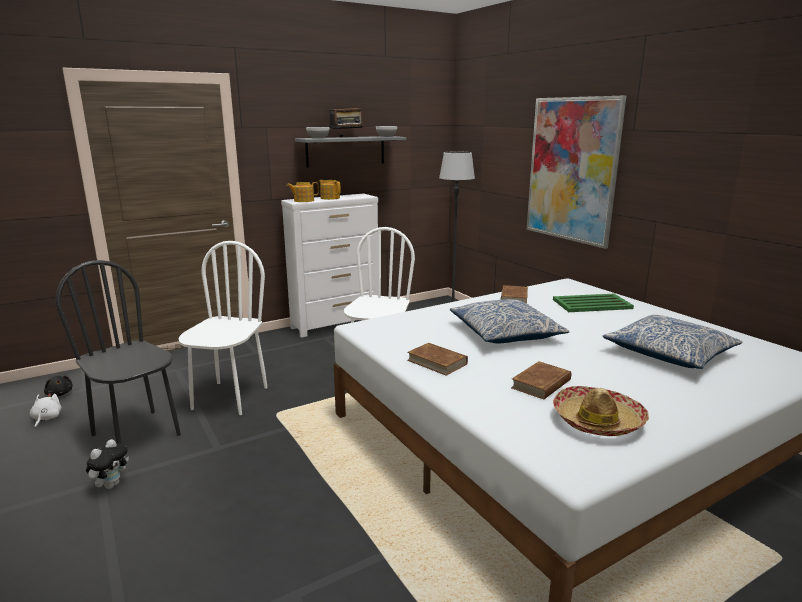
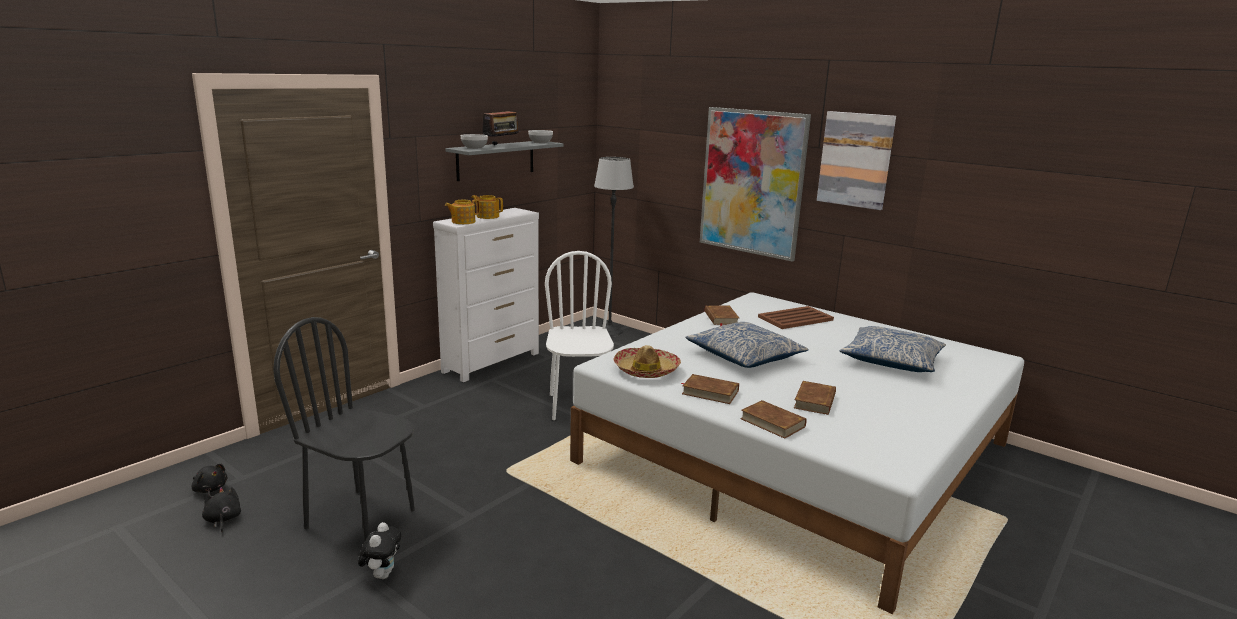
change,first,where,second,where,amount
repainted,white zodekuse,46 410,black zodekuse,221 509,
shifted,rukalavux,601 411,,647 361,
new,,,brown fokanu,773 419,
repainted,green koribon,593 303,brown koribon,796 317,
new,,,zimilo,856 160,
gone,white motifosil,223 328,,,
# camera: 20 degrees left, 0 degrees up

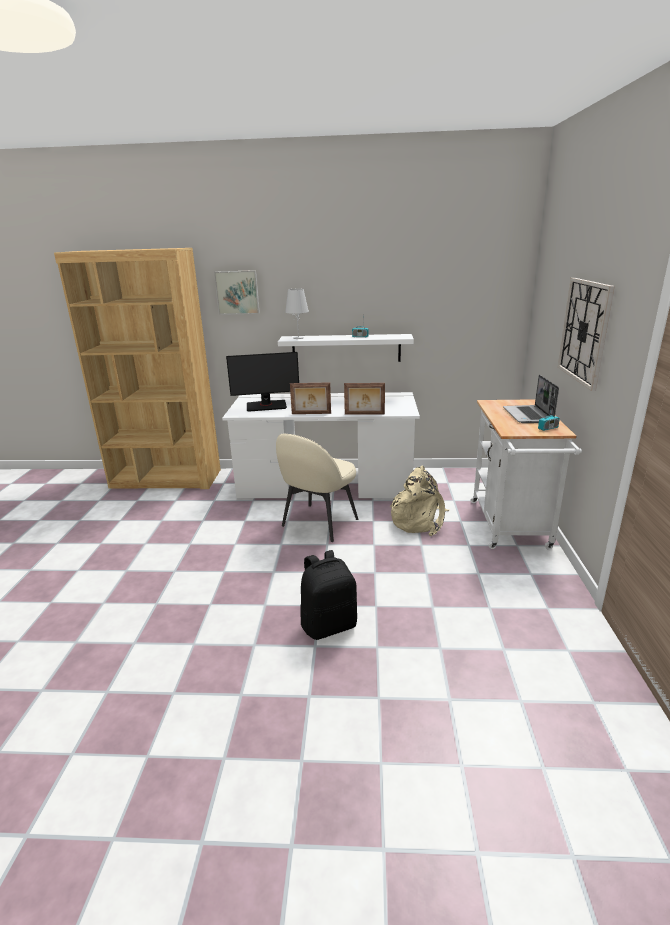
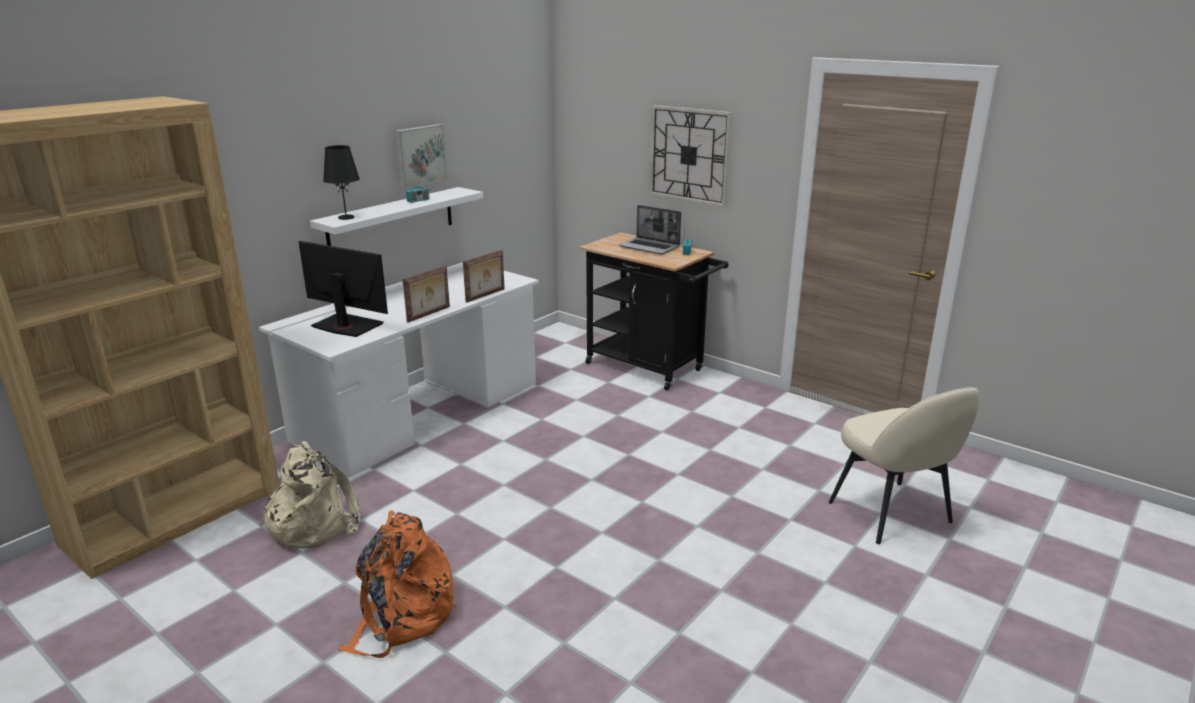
change,first,where,second,where,amount
shifted,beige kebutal,419 501,,309 495,
rotated,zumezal,262 382,,343 289,90 degrees counterclockwise
repainted,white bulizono,297 314,black bulizono,341 182,
new,,,orange kebutal,397 584,
shifted,zimilo,237 292,,421 156,
repainted,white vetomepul,526 474,black vetomepul,654 311,
shifted,beige motifosil,317 488,,904 465,
gone,black kebutal,328 595,,,
# camera: 55 degrees left, 0 degrees up

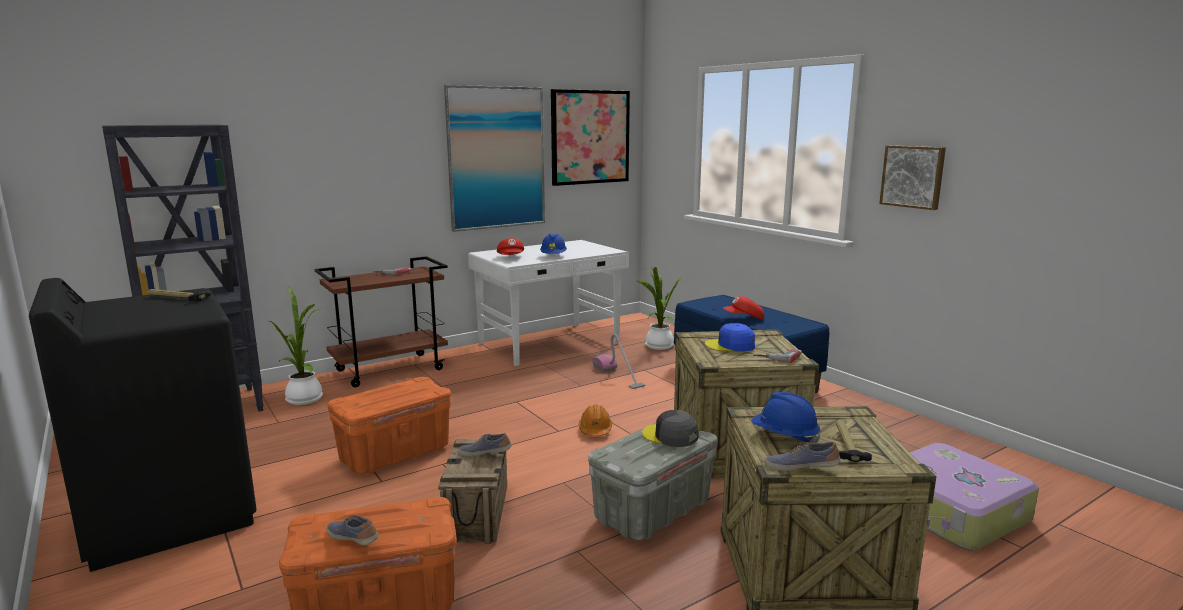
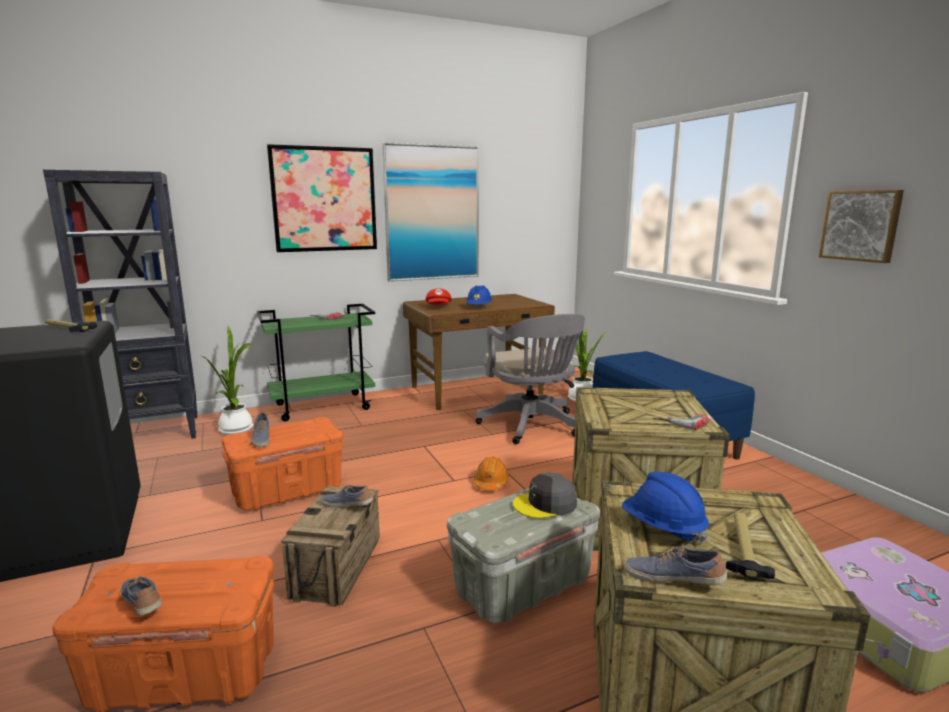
change,first,where,second,where,amount
new,,,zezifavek,260 429,
repainted,brown vetomepul,381 322,green vetomepul,316 363,
shifted,zimilo,590 137,,322 198,
repainted,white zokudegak,548 303,brown zokudegak,479 352,
swapped,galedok,618 361,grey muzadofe,530 379,
rotated,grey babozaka,670 428,,545 495,60 degrees counterclockwise
gone,blue babozaka,730 337,,,
gone,red babozaka,743 307,,,
# camera: 10 degrees right, 0 degrees up

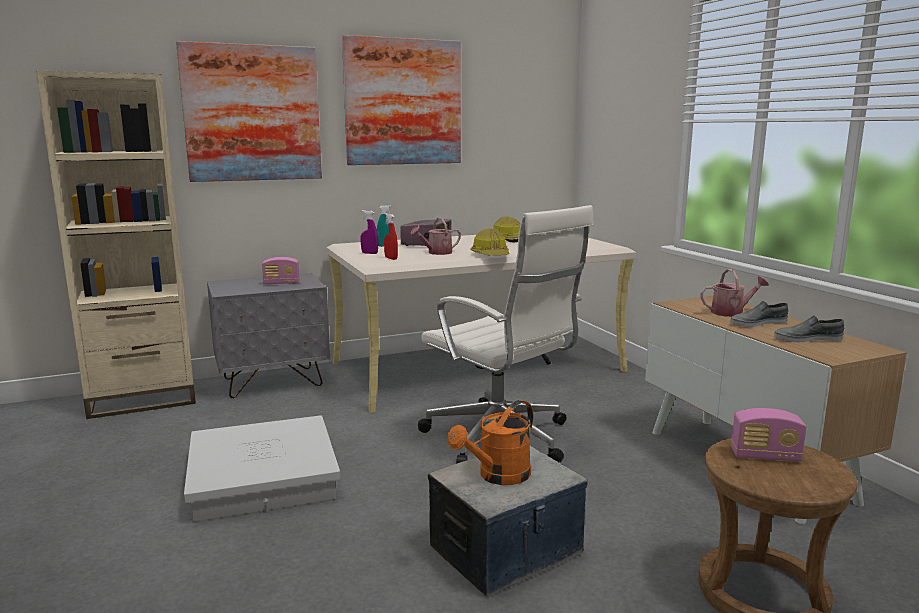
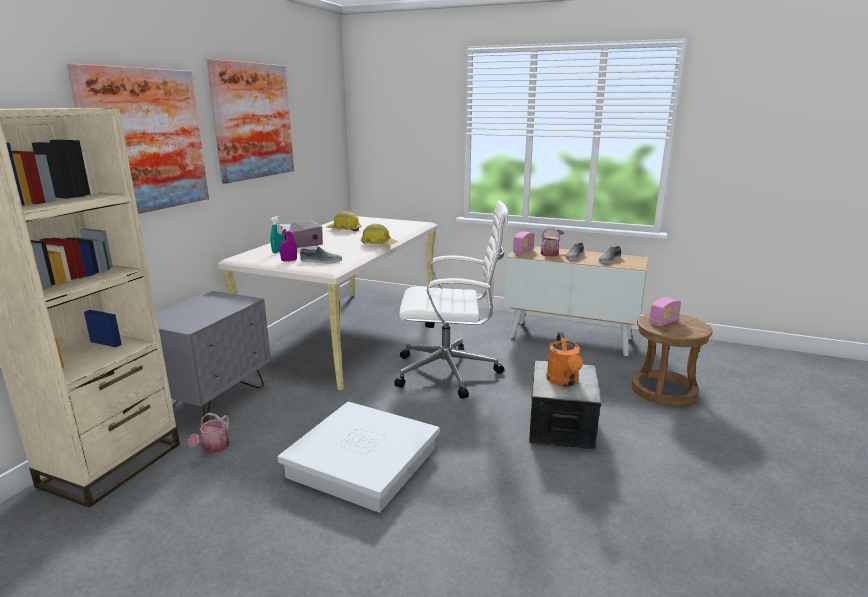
change,first,where,second,where,amount
shifted,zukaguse,435 236,,209 433,
swapped,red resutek,391 236,grey zezifavek,321 255,
shifted,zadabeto,280 271,,524 242,
# camera: 45 degrees left, 5 degrees up

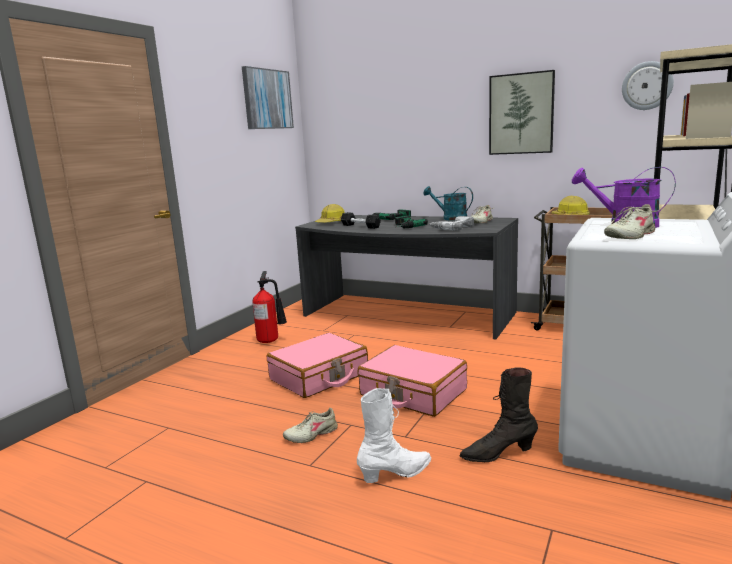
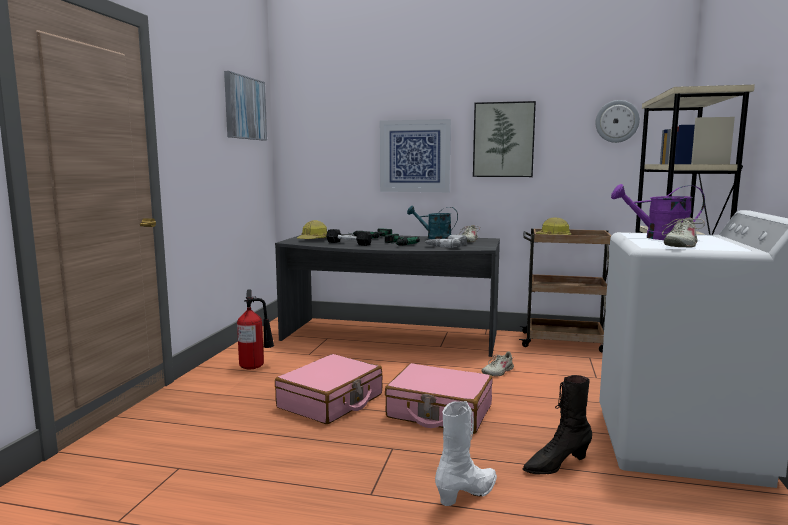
change,first,where,second,where,amount
new,,,zimilo,415 155,
shifted,beige zezifavek,310 425,,497 364,
# camera: 15 degrees left, 5 degrees down

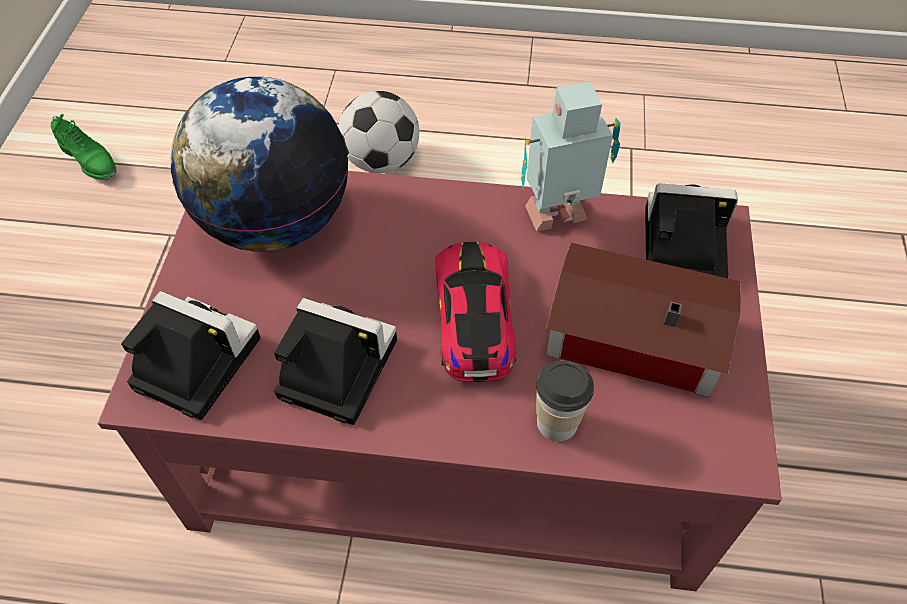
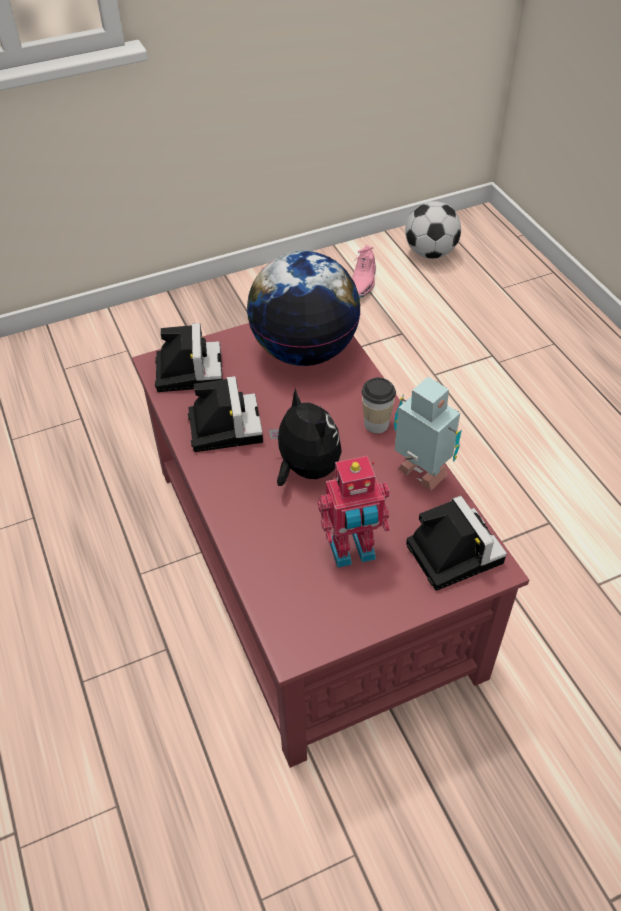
change,first,where,second,where,amount
swapped,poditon,476 311,zodekuse,305 437,
swapped,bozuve,643 320,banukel,354 512,
repainted,green zezifavek,84 147,pink zezifavek,364 271,
shifted,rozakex,565 401,,379 405,
shifted,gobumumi,378 132,,433 230,
# camera: 60 degrees right, 5 degrees down

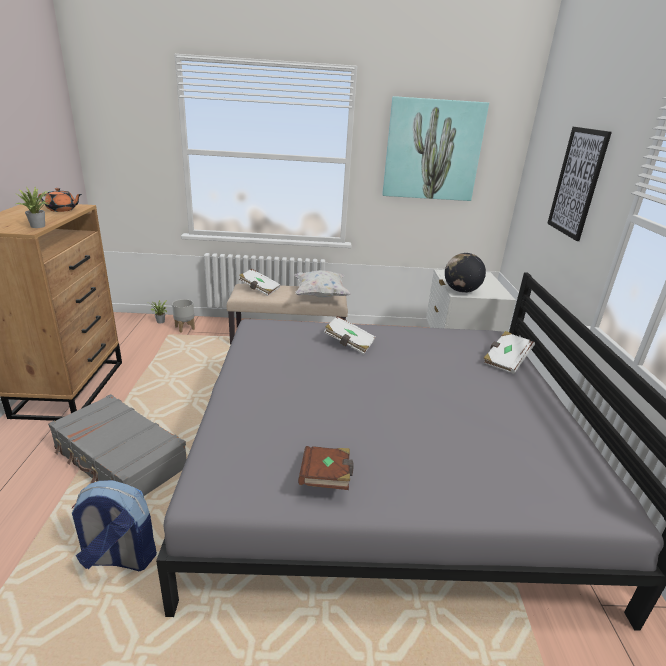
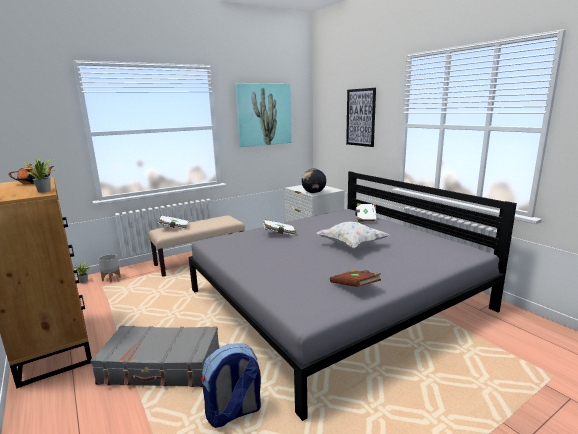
change,first,where,second,where,amount
shifted,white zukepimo,323 283,,353 235,
# camera: 30 degrees left, 10 degrees down

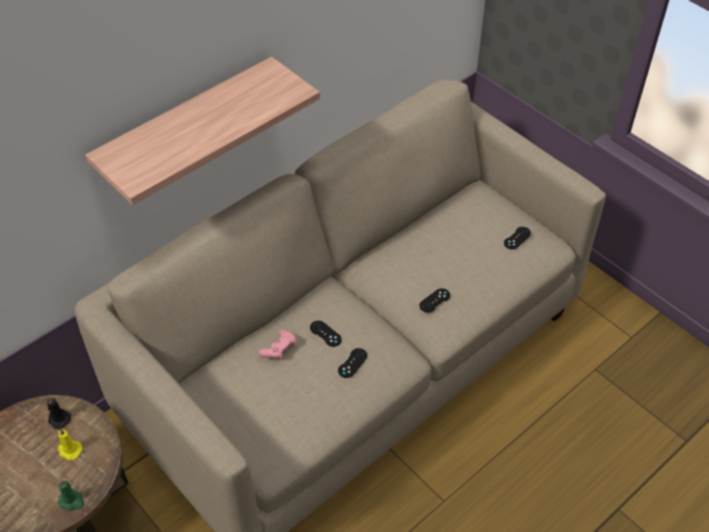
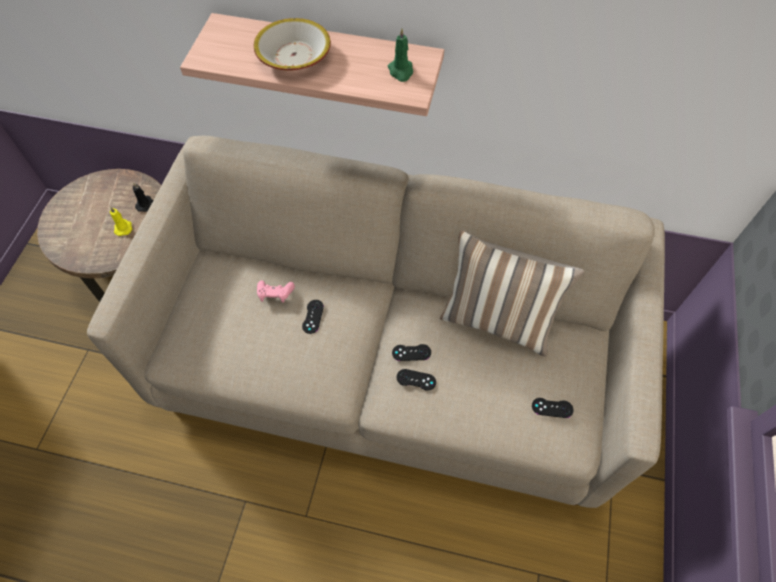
change,first,where,second,where,amount
new,,,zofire,292 44,
shifted,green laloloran,71 495,,400 55,
shifted,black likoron,352 363,,411 352,
new,,,zukepimo,512 293,
# camera: 55 degrees right, 10 degrees up

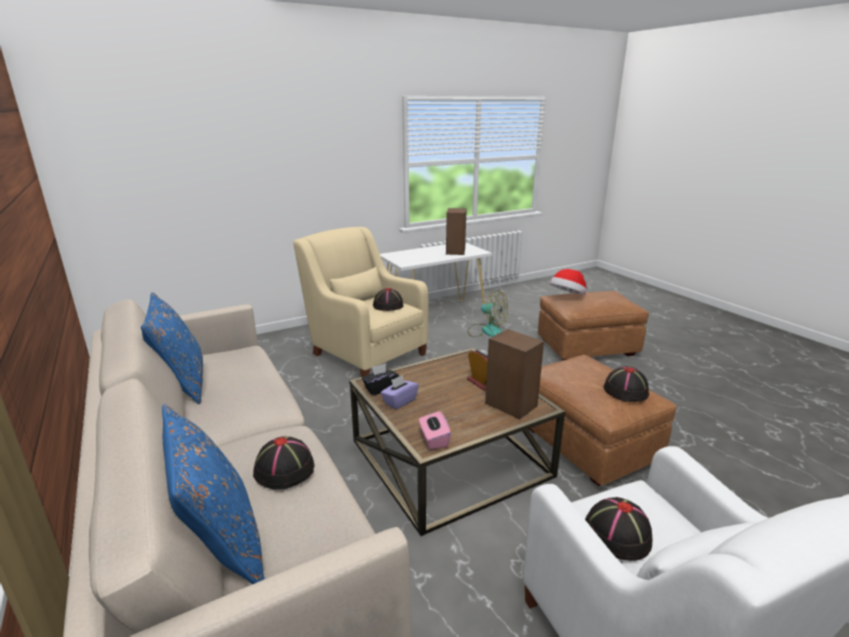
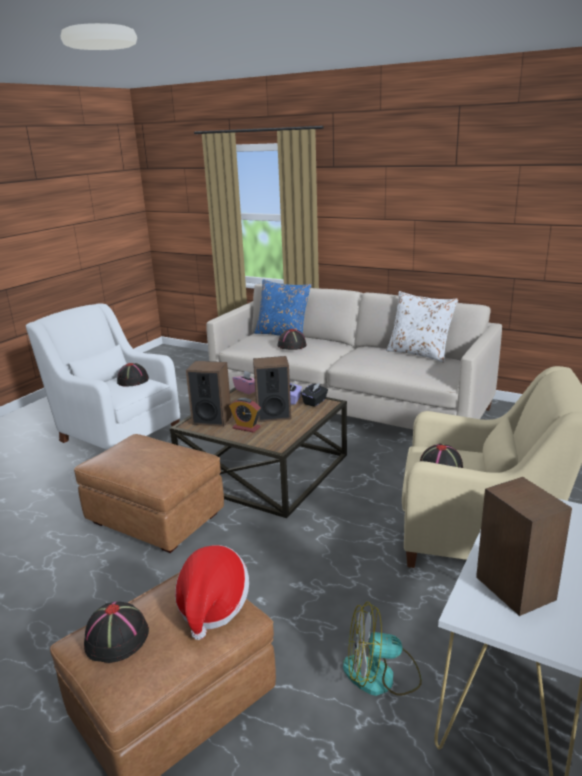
change,first,where,second,where,amount
shifted,black rukalavux,626 384,,116 632,
new,,,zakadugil,272 389,
repainted,blue zukepimo,172 348,white zukepimo,422 327,
# camera: 150 degrees right, 0 degrees up

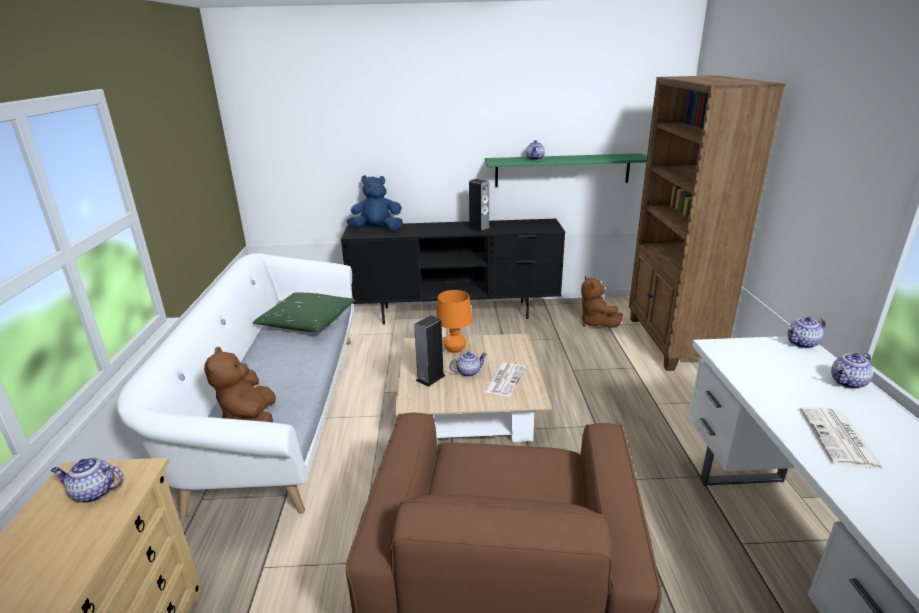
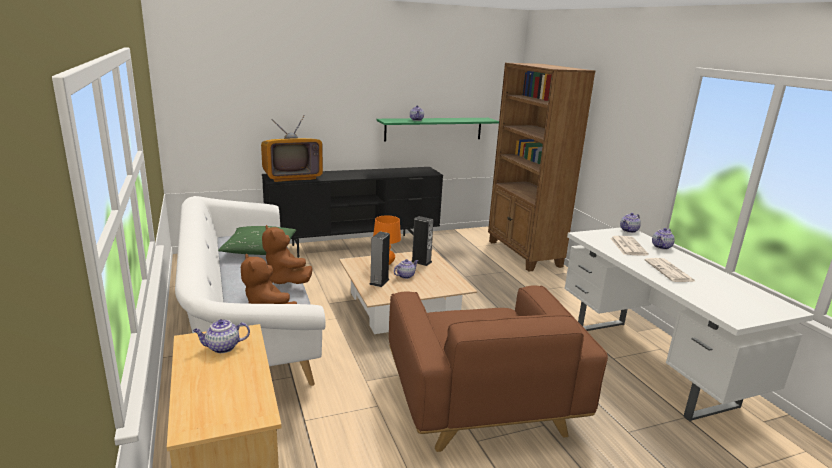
change,first,where,second,where,amount
swapped,blue zodekuse,375 202,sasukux,292 148,
shifted,brown zodekuse,602 301,,287 254,
shifted,zakadugil,479 206,,422 241,
shifted,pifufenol,505 380,,629 246,
# camera: 20 degrees left, 5 degrees down

